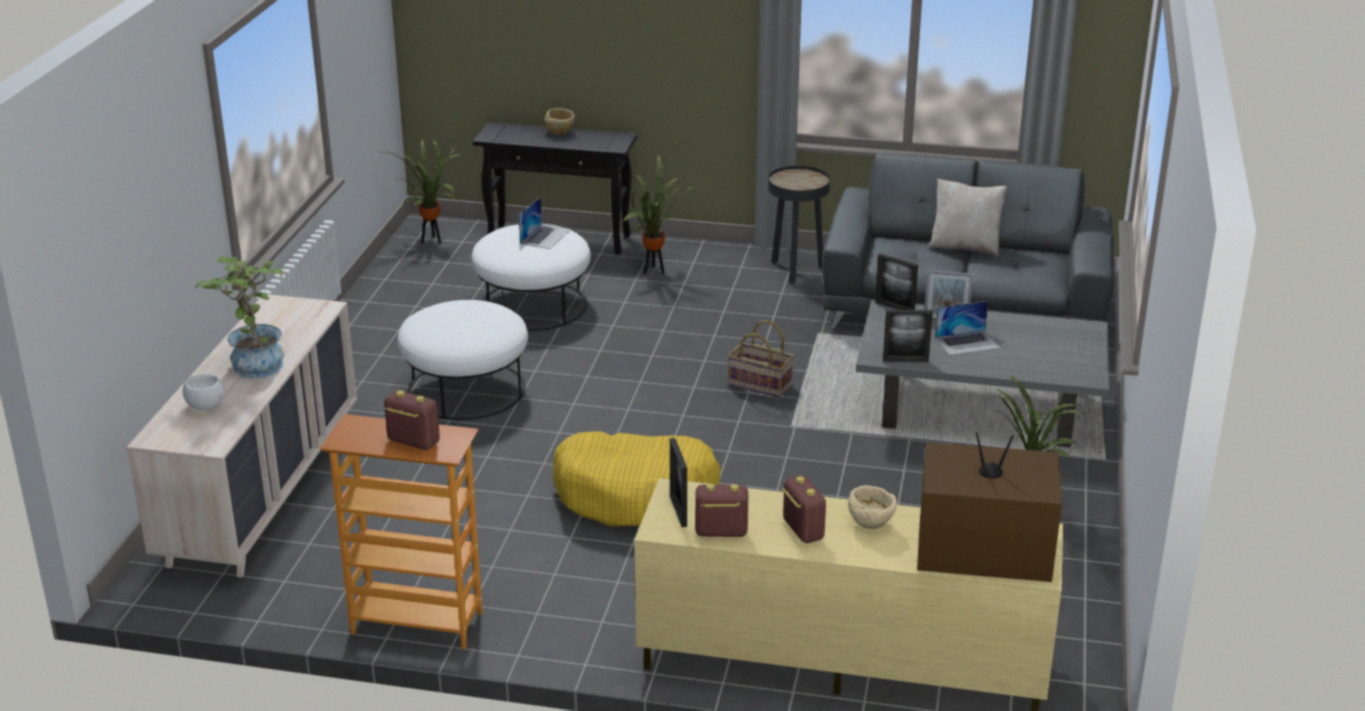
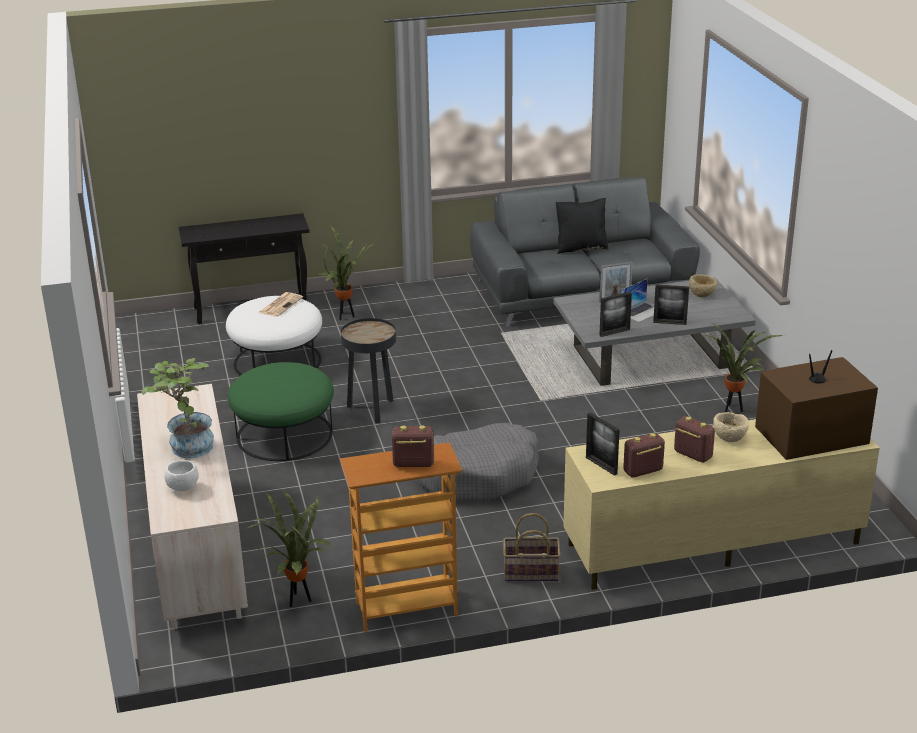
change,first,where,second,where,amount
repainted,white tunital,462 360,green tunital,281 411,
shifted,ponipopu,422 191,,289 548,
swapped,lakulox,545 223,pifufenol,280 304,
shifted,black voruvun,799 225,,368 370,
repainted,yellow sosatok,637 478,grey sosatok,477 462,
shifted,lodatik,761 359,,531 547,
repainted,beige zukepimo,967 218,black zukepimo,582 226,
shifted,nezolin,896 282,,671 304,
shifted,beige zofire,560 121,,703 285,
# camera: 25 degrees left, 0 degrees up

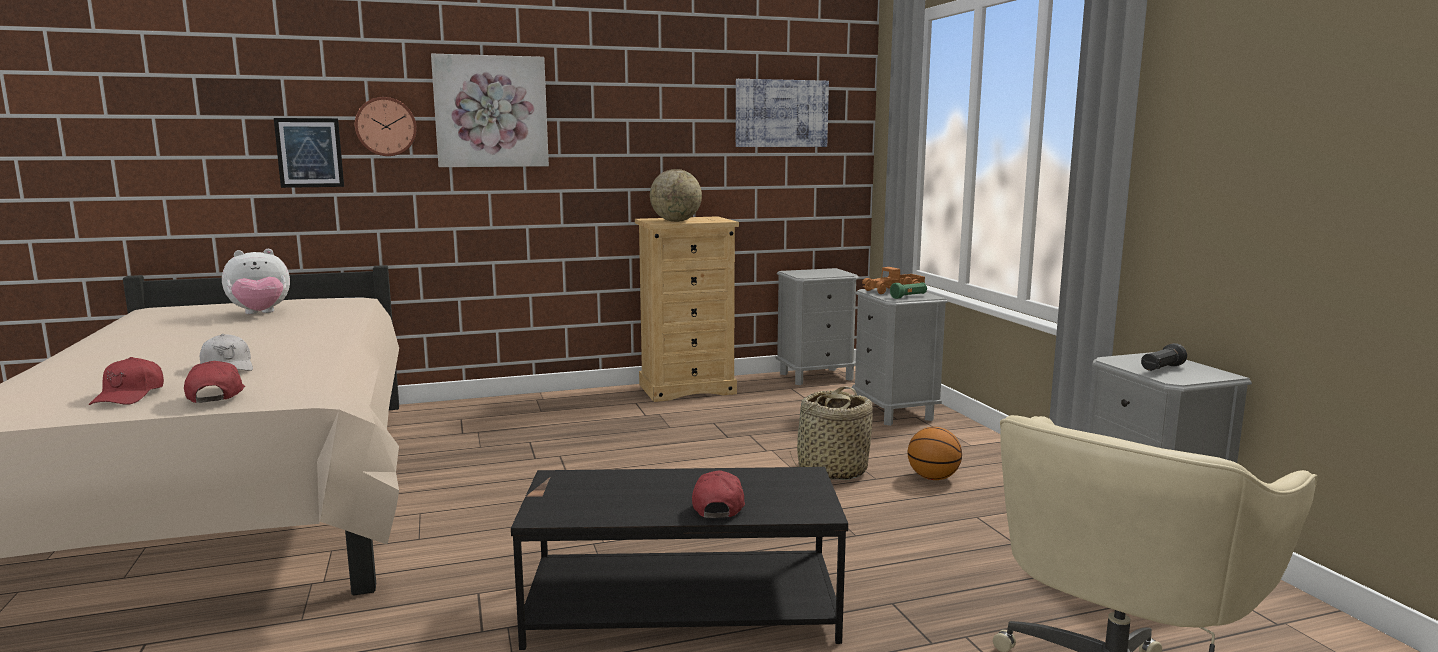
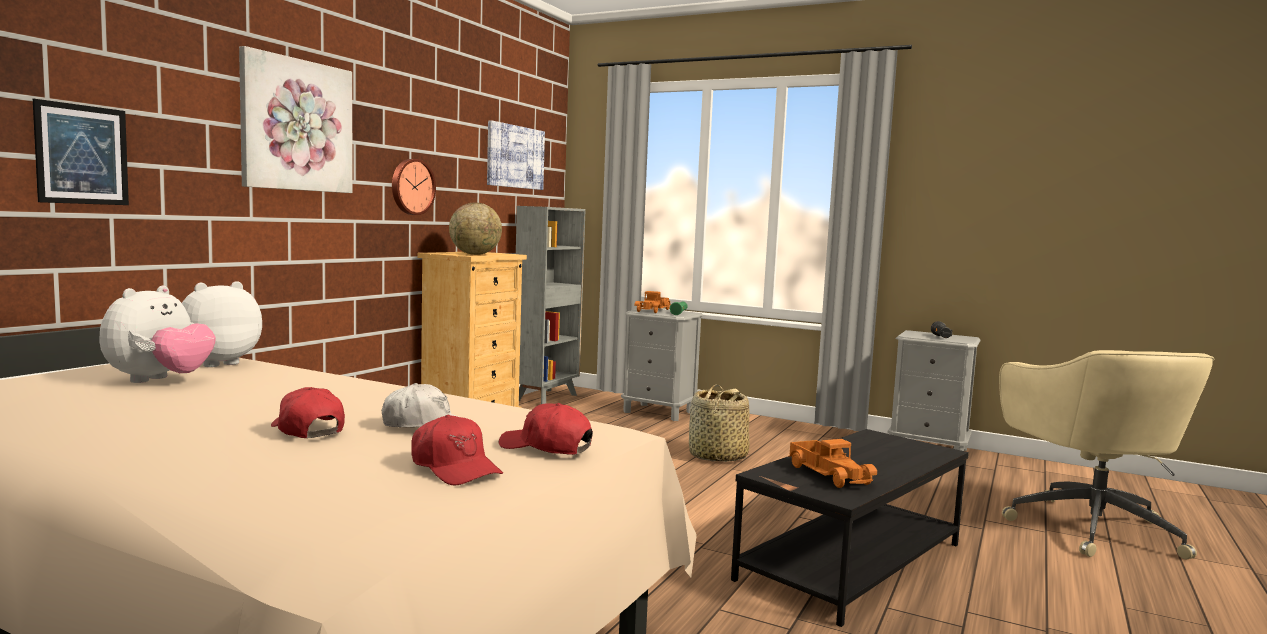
change,first,where,second,where,amount
new,,,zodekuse,222 324,
shifted,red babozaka,718 494,,308 412,
shifted,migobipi,386 126,,414 187,
swapped,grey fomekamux,817 326,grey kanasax,551 305,
new,,,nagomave,832 463,
gone,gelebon,935 453,,,
# camera: 45 degrees left, 5 degrees down

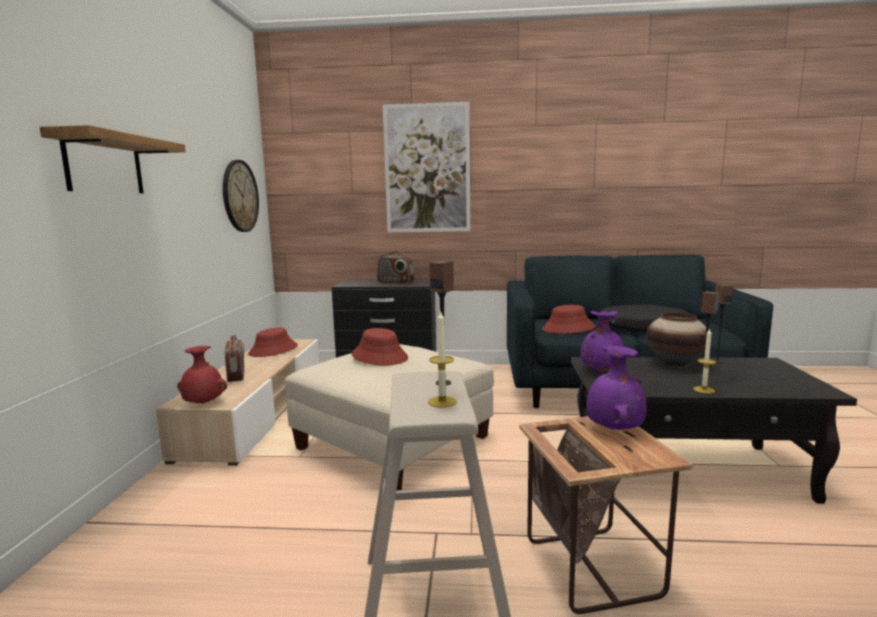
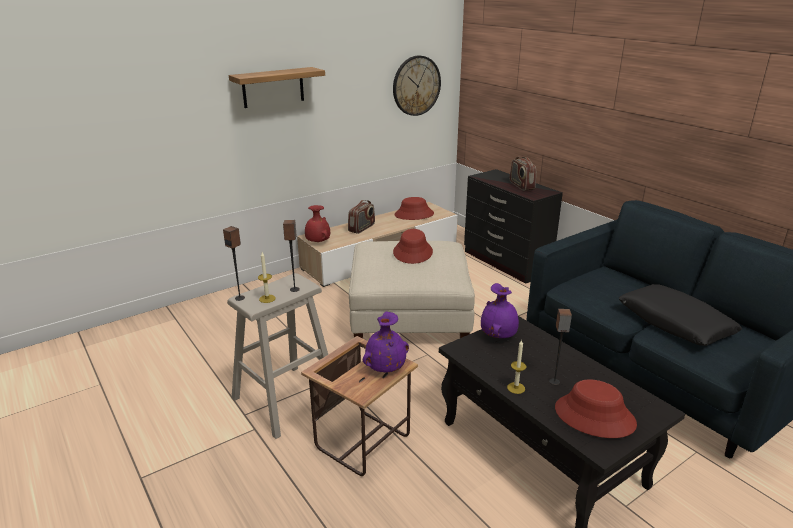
change,first,where,second,where,amount
shifted,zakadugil,723 324,,234 263,
shifted,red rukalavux,568 319,,596 409,
gone,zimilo,426 167,,,
gone,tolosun,676 339,,,
# camera: 50 degrees right, 15 degrees up

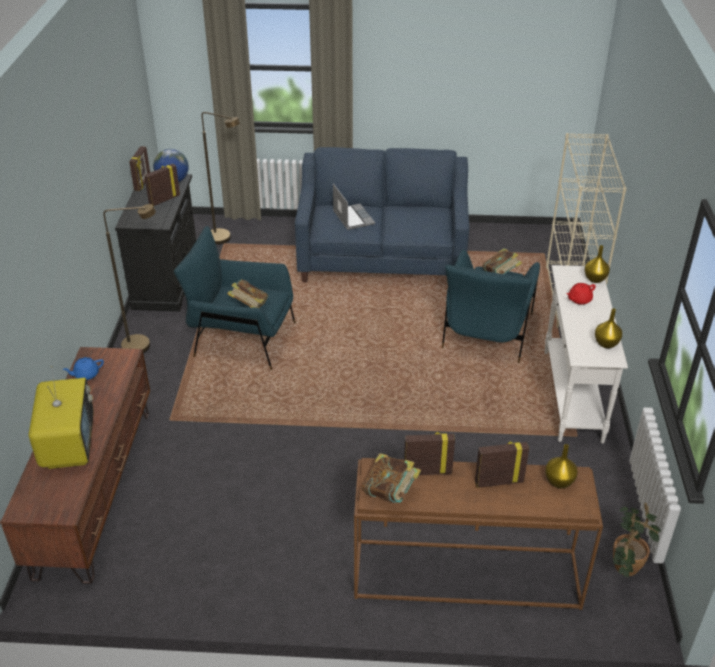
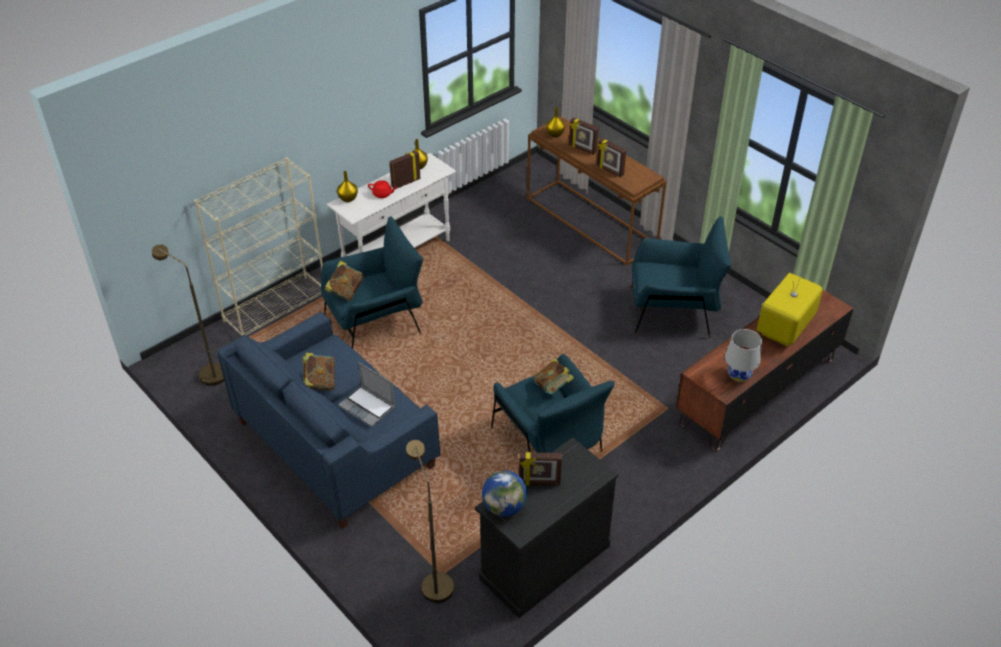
change,first,where,second,where,amount
shifted,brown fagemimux,129 278,,188 315,
shifted,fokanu,391 478,,319 372,
rotated,lakulox,354 206,,366 394,75 degrees counterclockwise
shifted,nezolin,139 168,,405 170,
new,,,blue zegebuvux,681 277,
swapped,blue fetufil,83 368,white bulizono,743 355,
gone,ponipopu,637 540,,,
# camera: 135 degrees left, 5 degrees up

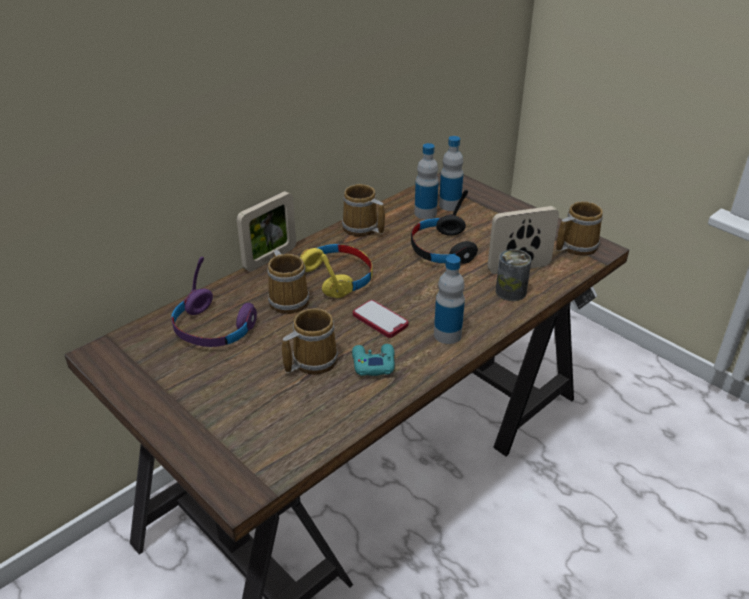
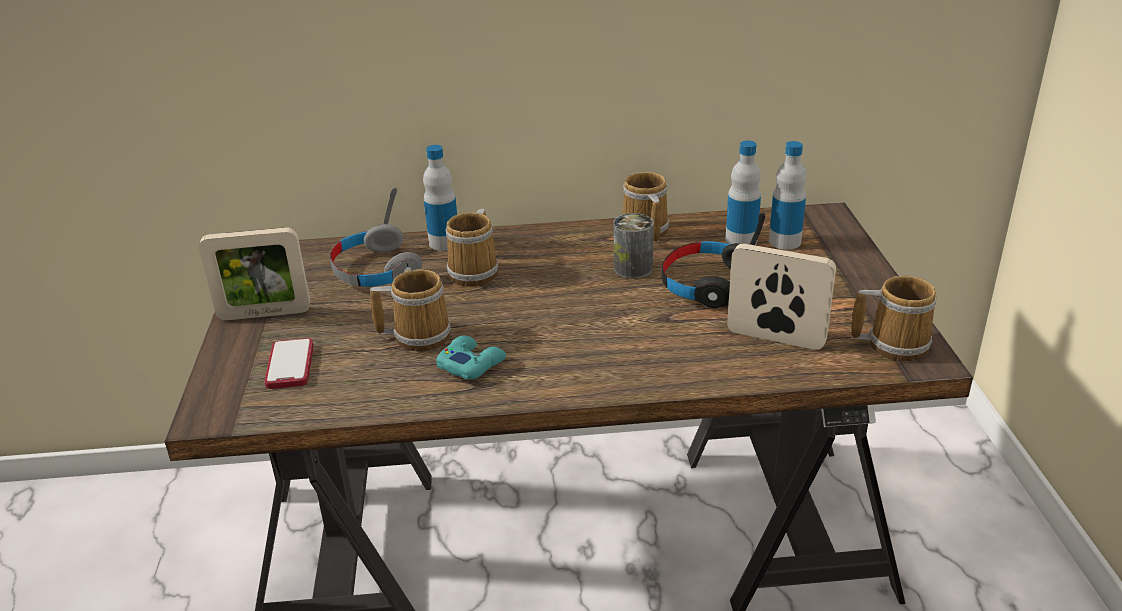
change,first,where,second,where,amount
shifted,nezolin,266 231,,254 273,
shifted,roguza,381 319,,288 363,
repainted,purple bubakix,214 302,grey bubakix,376 237,
shifted,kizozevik,449 299,,440 198,
shifted,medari,513 275,,634 246,
gone,yellow bubakix,336 271,,,
# camera: 40 degrees right, 5 degrees down

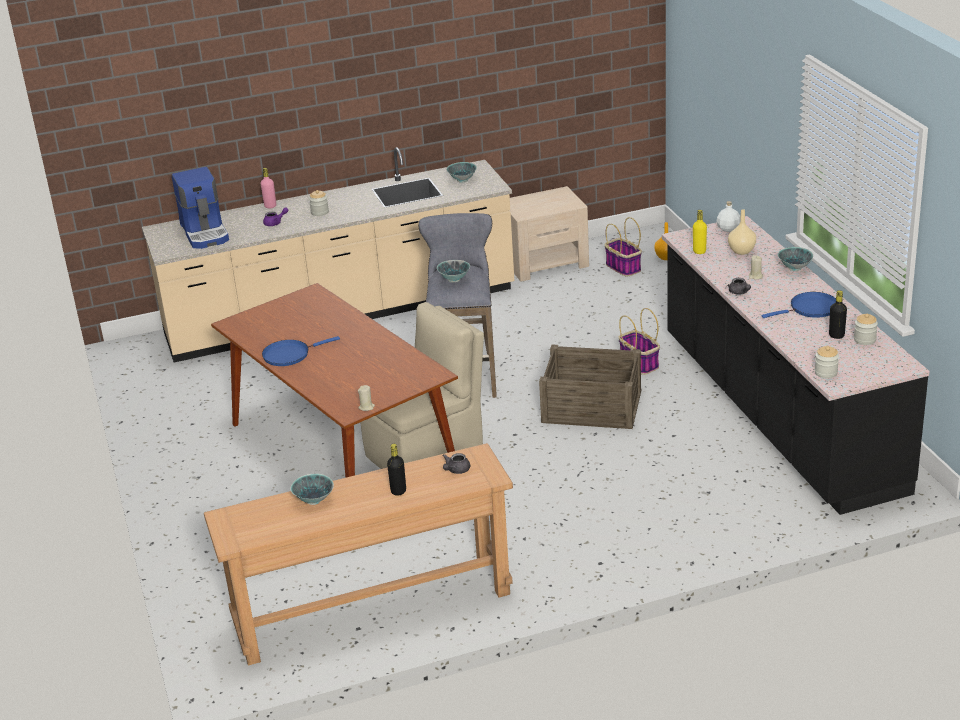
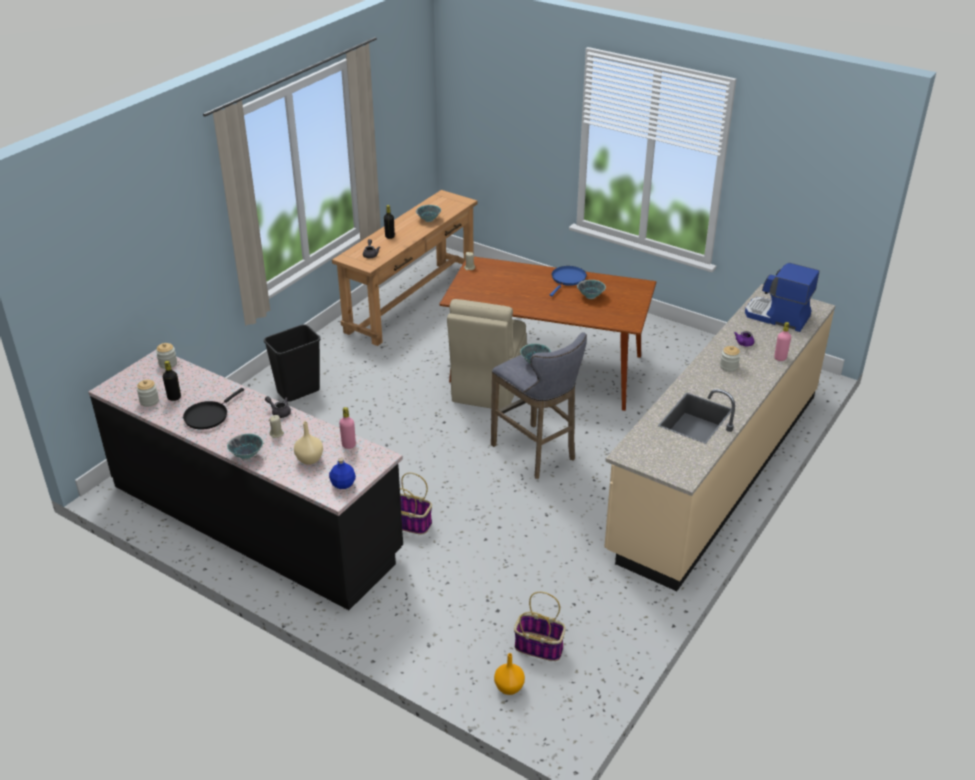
change,first,where,second,where,amount
repainted,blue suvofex,798 305,black suvofex,213 409,
new,,,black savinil,292 363,
repainted,white kizozevik,729 216,blue kizozevik,342 473,
repainted,yellow kizozevik,700 232,pink kizozevik,347 428,
shifted,zofire,462 172,,591 289,
gone,beige fomekamux,549 233,,,
gone,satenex,590 387,,,
# camera: 140 degrees right, 5 degrees up

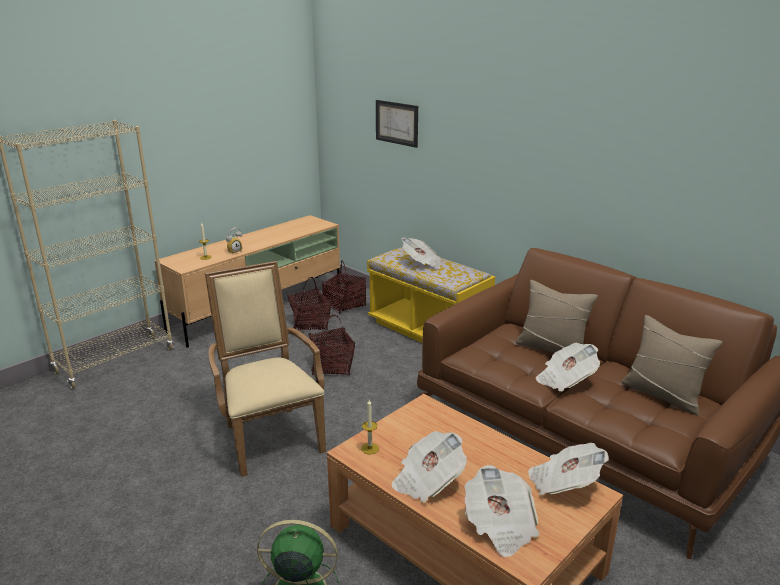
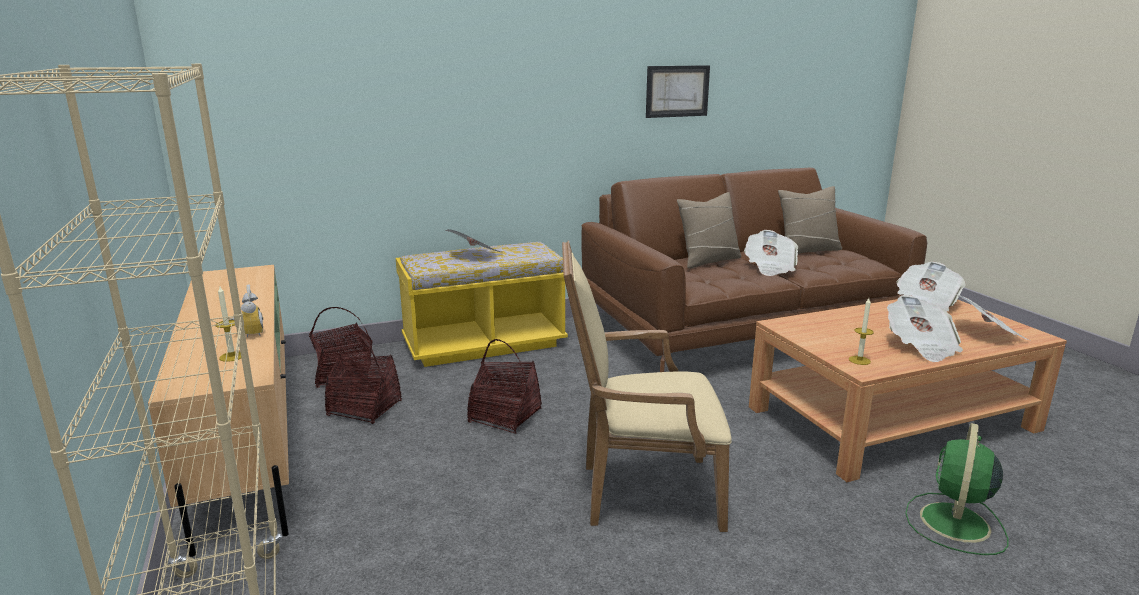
change,first,where,second,where,amount
shifted,zimilo,397 124,,678 91,
# camera: 65 degrees left, 5 degrees down

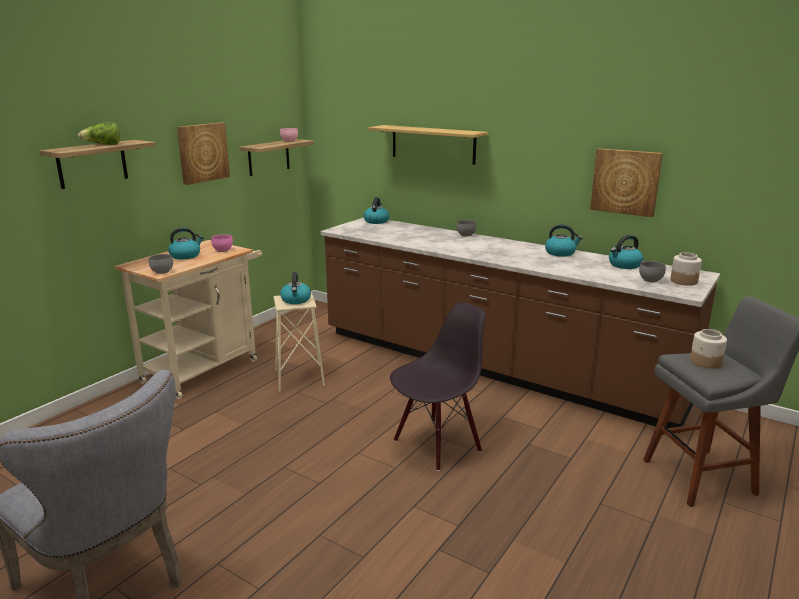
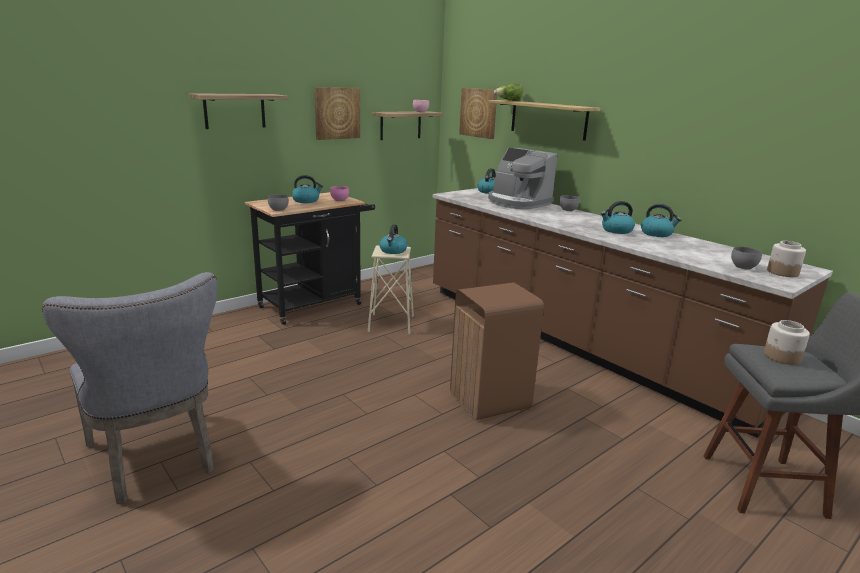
change,first,where,second,where,amount
repainted,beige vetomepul,188 319,black vetomepul,310 258,
swapped,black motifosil,438 387,brown savinil,497 351,
shifted,zimilo,626 182,,478 113,
new,,,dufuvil,522 178,
shifted,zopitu,99 133,,508 92,
shifted,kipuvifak,626 252,,618 217,
# camera: 15 degrees right, 0 degrees up

